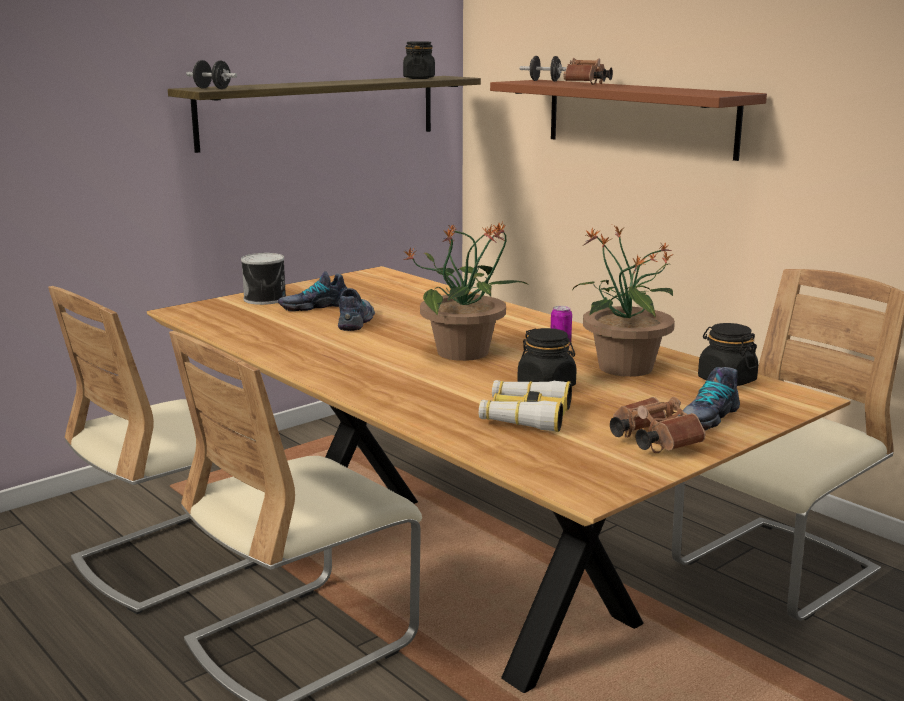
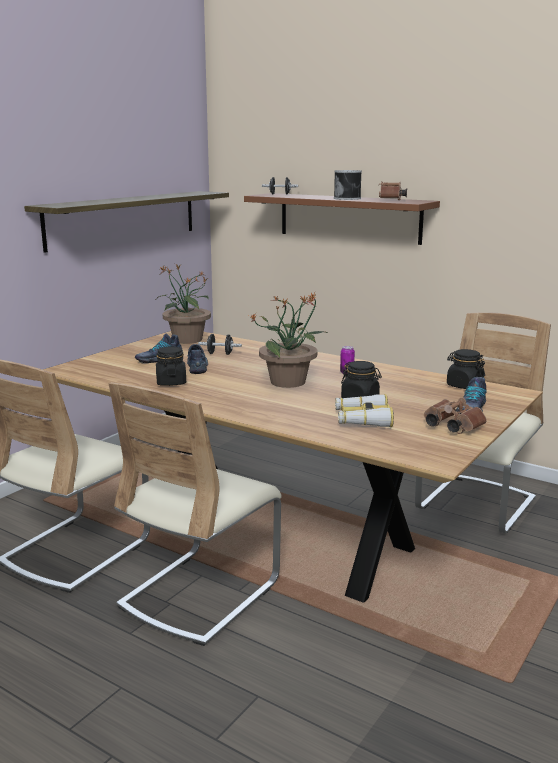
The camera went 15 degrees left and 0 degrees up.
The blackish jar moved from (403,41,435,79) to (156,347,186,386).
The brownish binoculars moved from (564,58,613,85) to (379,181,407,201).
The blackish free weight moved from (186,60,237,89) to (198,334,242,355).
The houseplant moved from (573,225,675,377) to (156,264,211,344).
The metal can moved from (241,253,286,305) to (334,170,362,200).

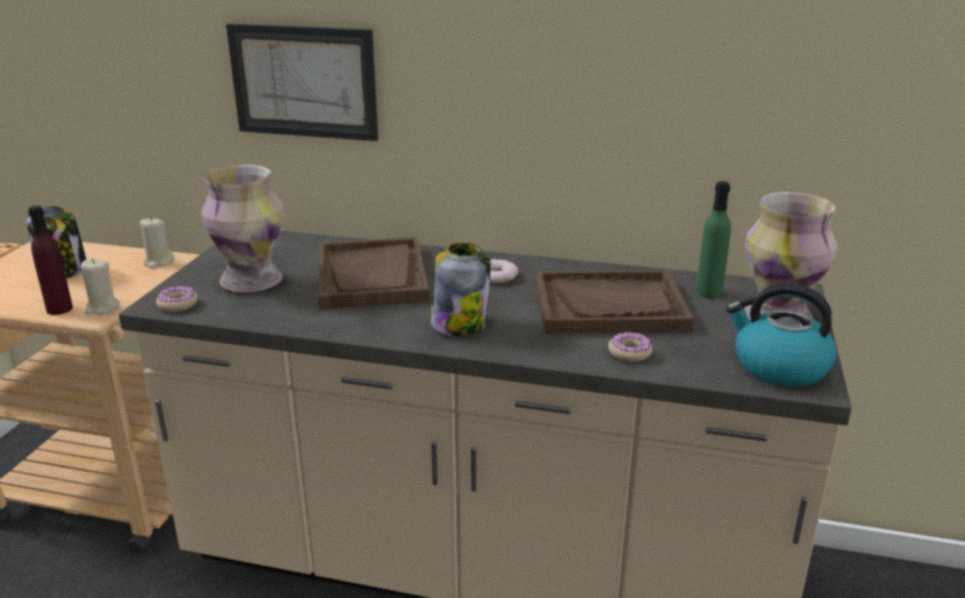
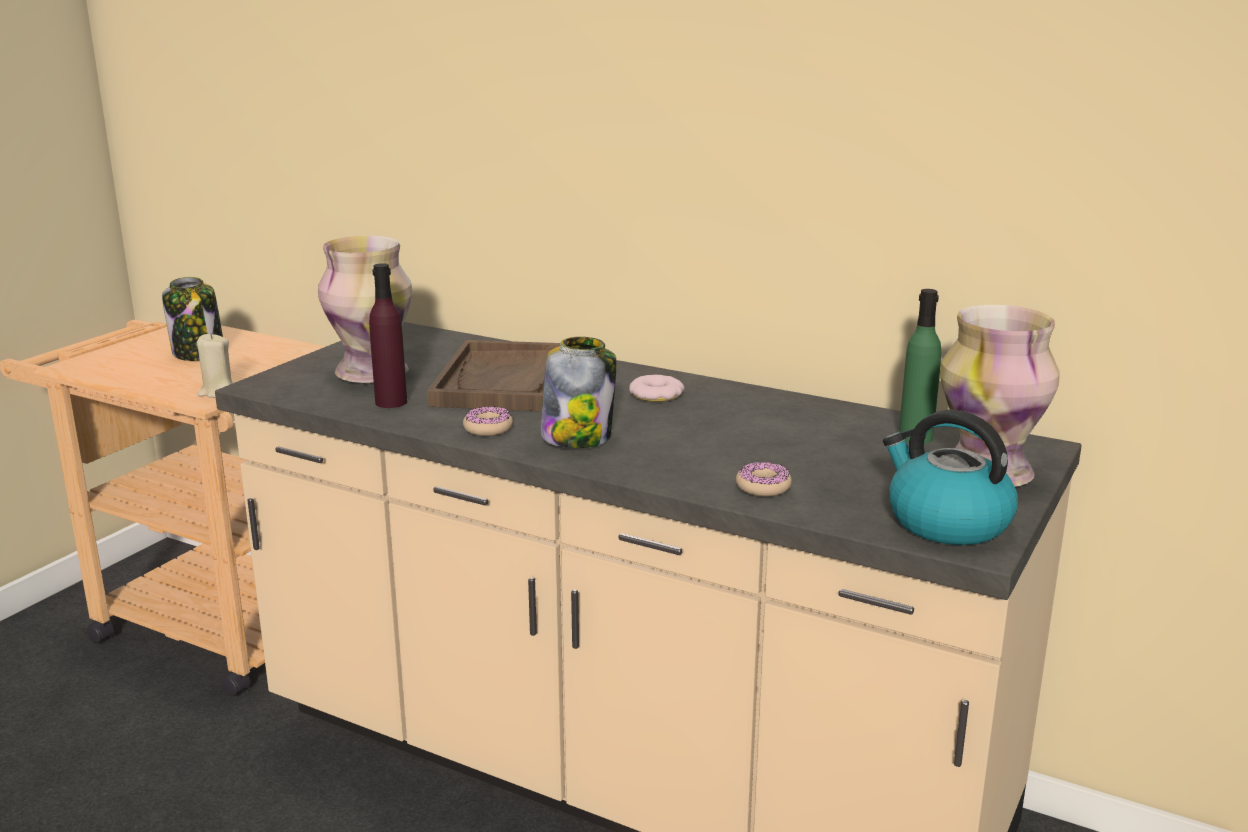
The camera went 15 degrees right and 5 degrees down.
The picture at (226,24,378,141) disappeared.
The purplish bottle moved from (28,205,73,315) to (369,263,407,408).
The beige-coloured wax light at (140,217,174,268) disappeared.
The brownish serving tray at (535,270,694,334) disappeared.
The doughnut moved from (156,286,198,312) to (463,406,513,436).

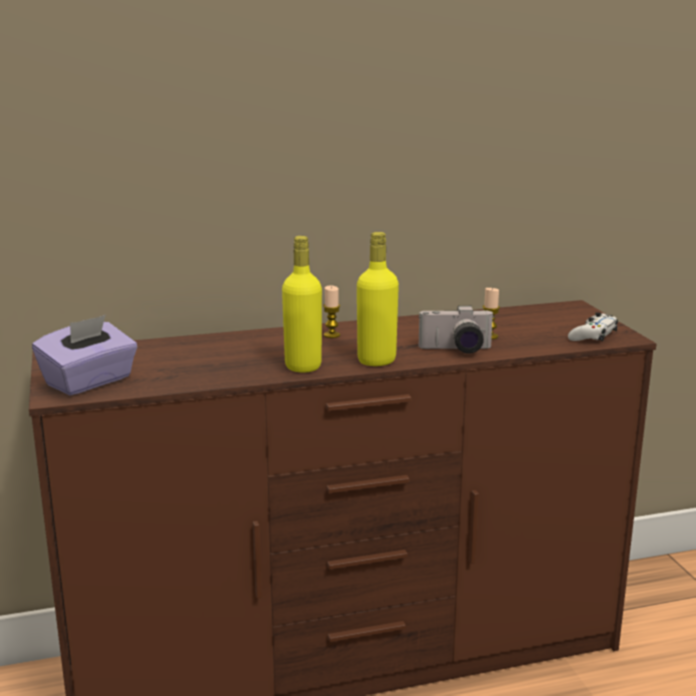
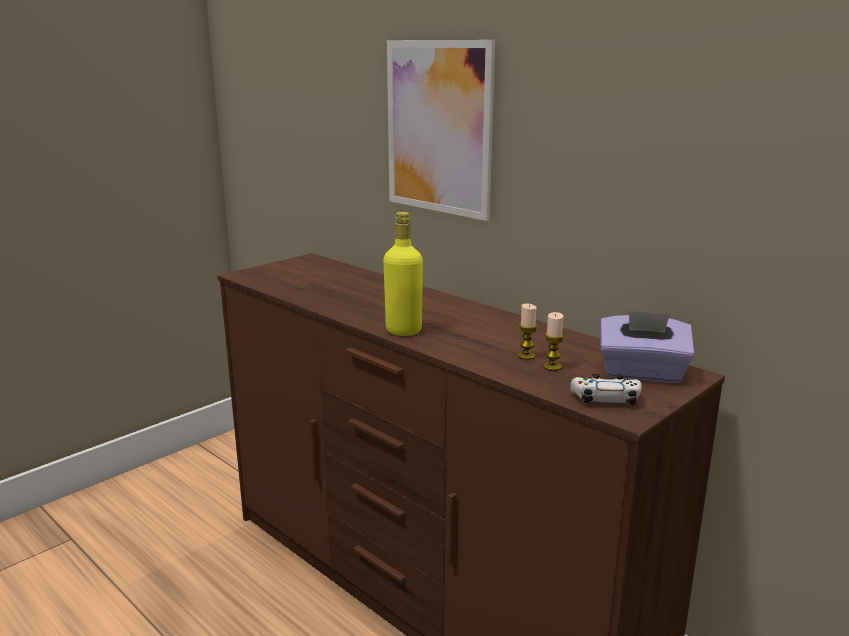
The camera went 60 degrees right and 0 degrees up.
The yellow-coloured bottle at (282,236,322,372) disappeared.
The wax light moved from (323,286,340,338) to (543,312,564,371).
The still camera at (418,306,495,354) disappeared.
The purplish tissue box moved from (32,315,137,395) to (600,310,695,383).
The picture at (387,40,495,221) appeared.

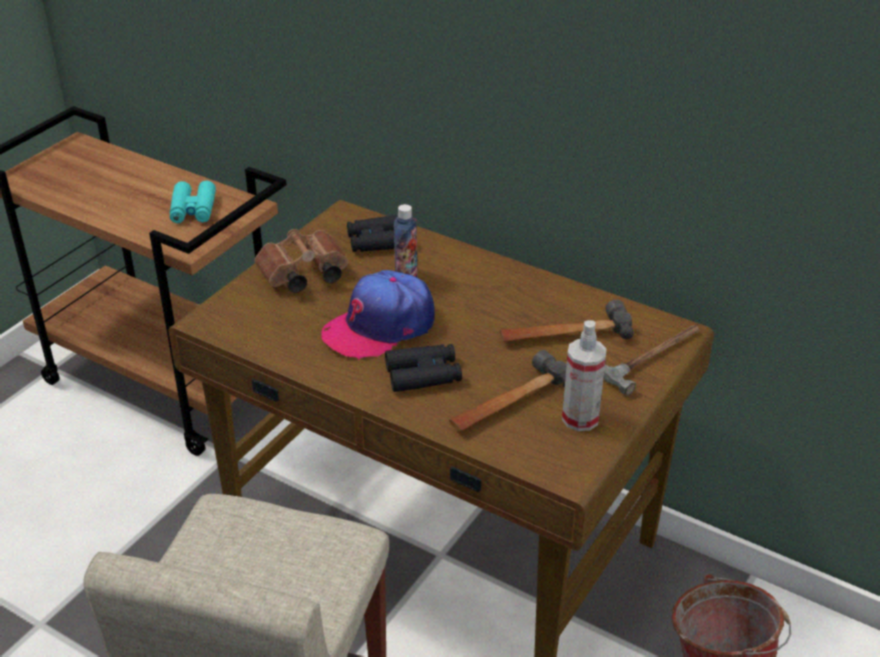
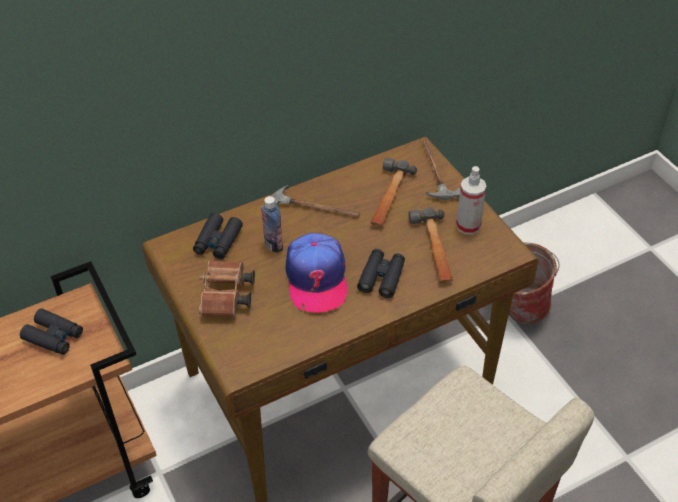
The camera went 60 degrees left and 10 degrees up.
The blue-green binoculars at (170,181,216,223) became the blackish binoculars at (20,309,83,355).
The tool hammer at (272,185,361,217) appeared.

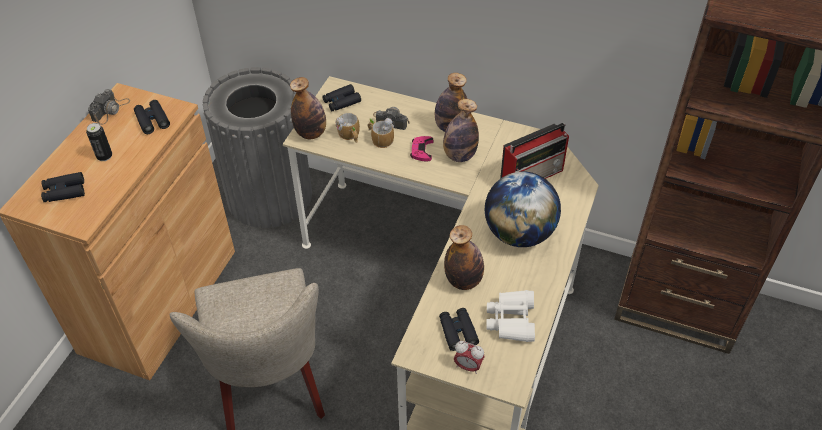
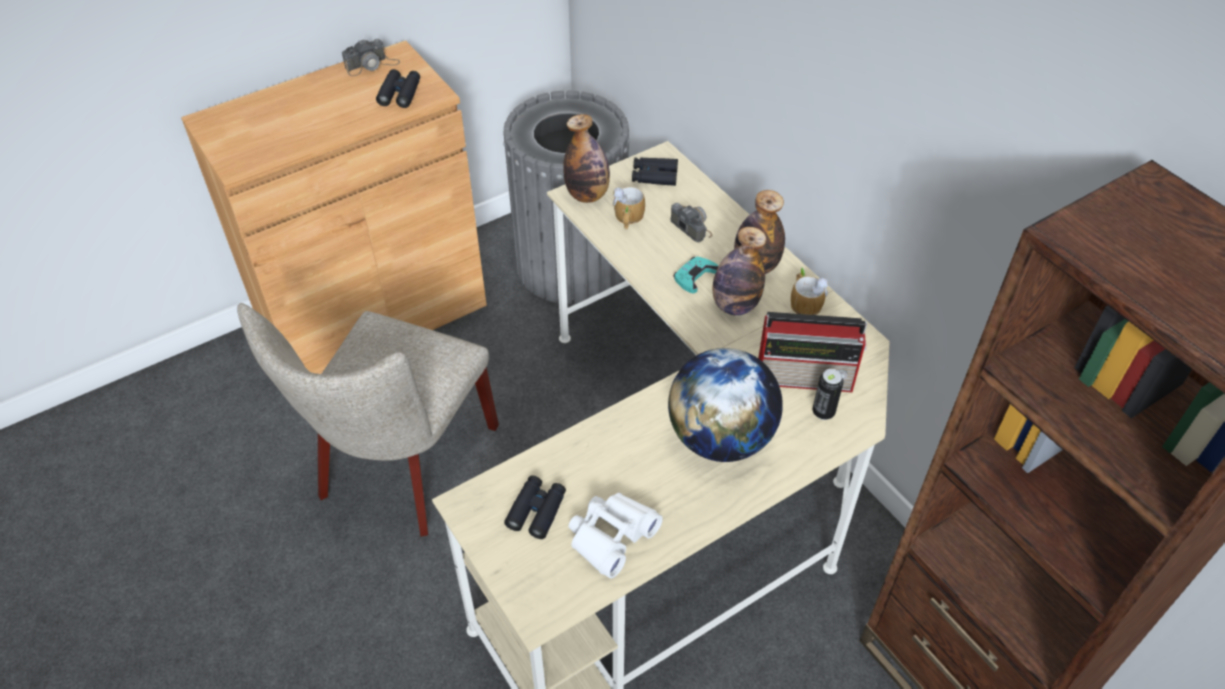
The camera went 35 degrees right and 0 degrees up.
The tea mug moved from (367,118,394,148) to (791,268,828,315).
The metal can moved from (86,123,112,161) to (813,369,844,420).
The pink-coloured gamepad at (410,136,433,161) became the blue-green gamepad at (674,256,719,293).
The blackish binoculars at (41,172,85,202) disappeared.
The bottle at (444,225,484,290) disappeared.
The alarm clock at (454,341,485,374) disappeared.

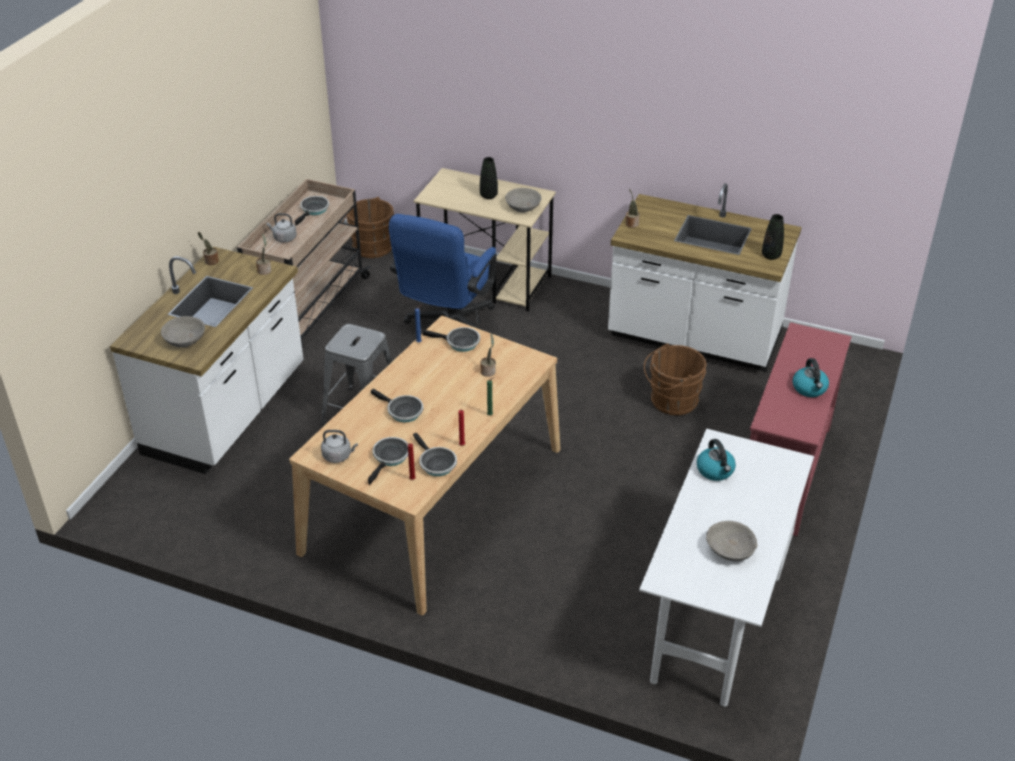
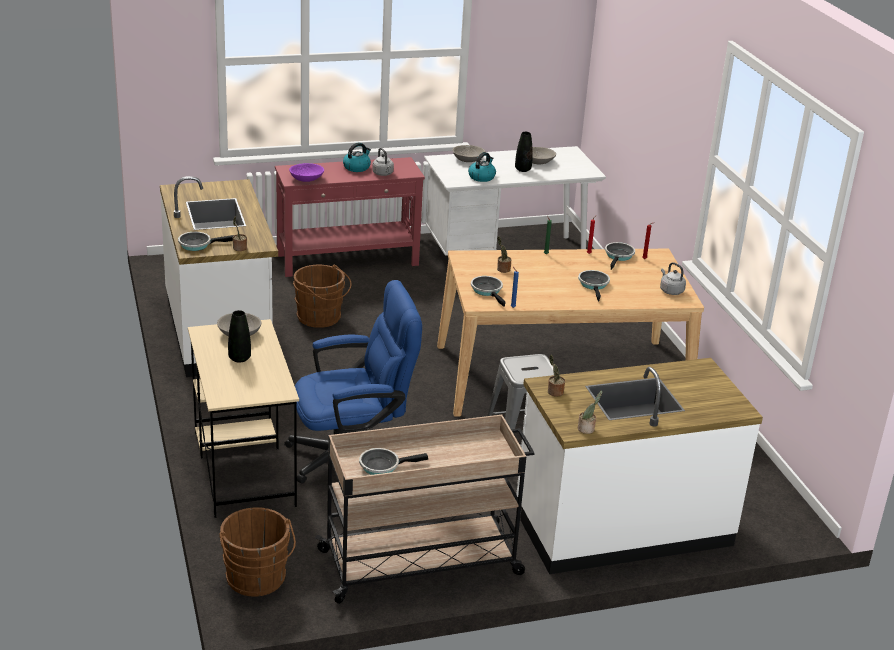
The camera went 130 degrees left and 10 degrees down.
The grey kettle moved from (266,213,297,243) to (372,148,394,176).
The blackish vase moved from (762,214,784,260) to (515,132,533,172).
The grey serving bowl moved from (161,316,205,348) to (452,145,486,162).
The pan moved from (368,437,408,485) to (178,232,234,251).
The purplish serving bowl at (289,163,324,182) appeared.

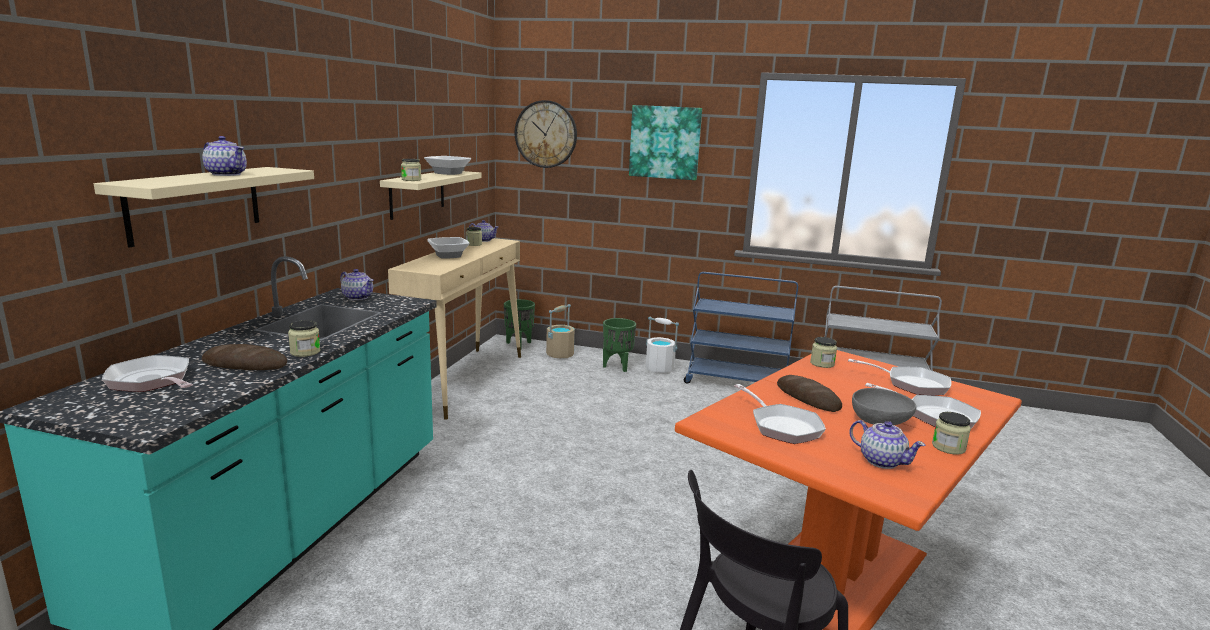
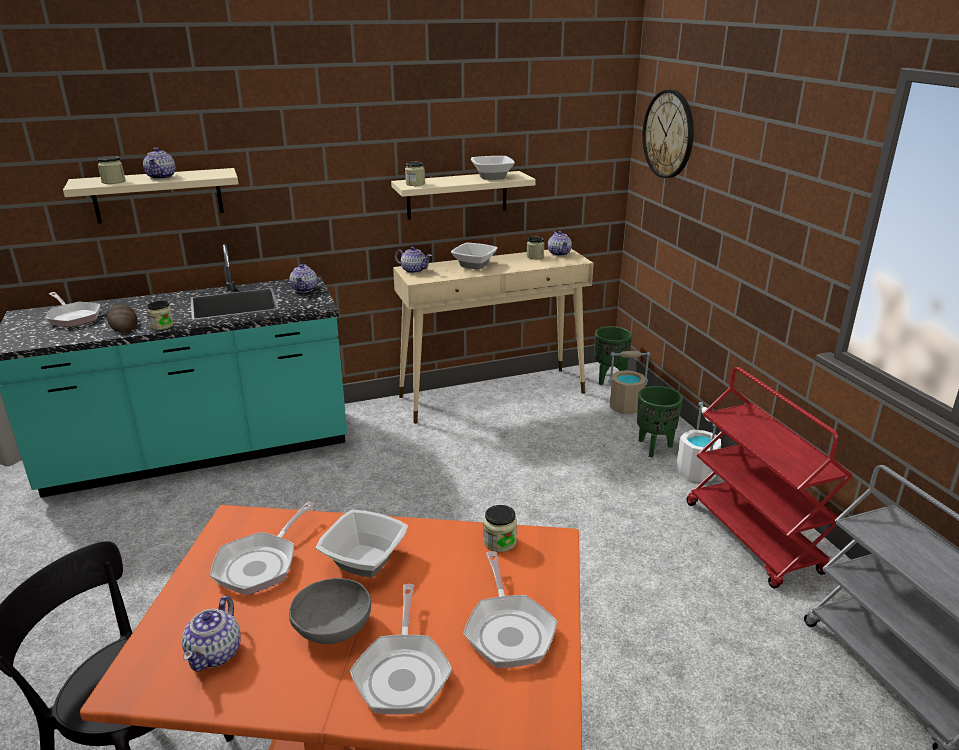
The camera went 55 degrees right and 10 degrees up.
The picture at (629,105,702,180) disappeared.
The blue-coloured wheeled cart at (684,272,798,384) became the red wheeled cart at (687,367,853,589).
The pan at (102,355,193,392) turned 135 degrees clockwise.
The bread at (777,375,842,412) was replaced by the serving bowl at (315,510,408,577).
The jar moved from (932,412,971,455) to (97,156,126,184).
The pot for tea at (395,247,432,273) appeared.

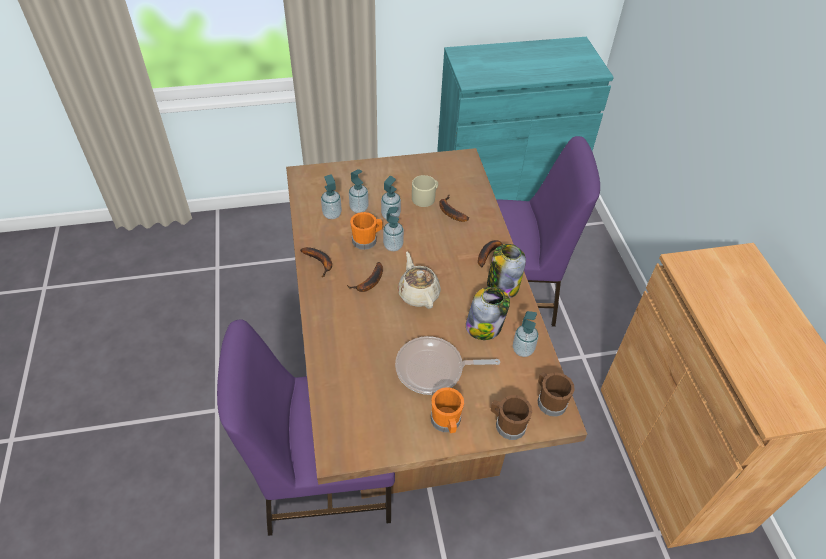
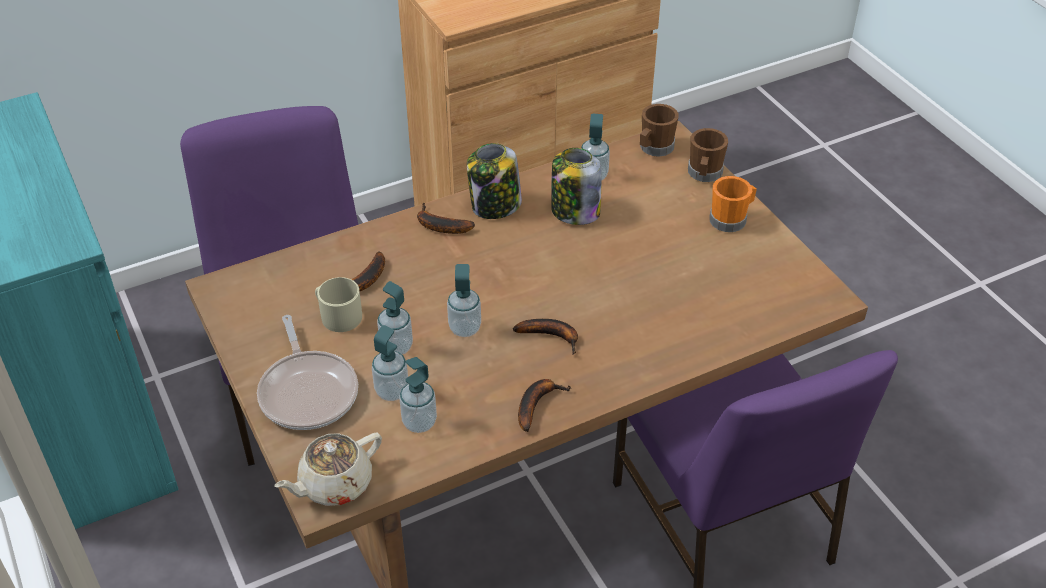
The camera went 105 degrees left and 5 degrees down.
The orange-coloured tea mug at (350,212,383,250) disappeared.
The beige-coloured pot for tea moved from (398,252,441,309) to (274,432,382,506).
The pan moved from (395,336,500,395) to (257,315,358,430).

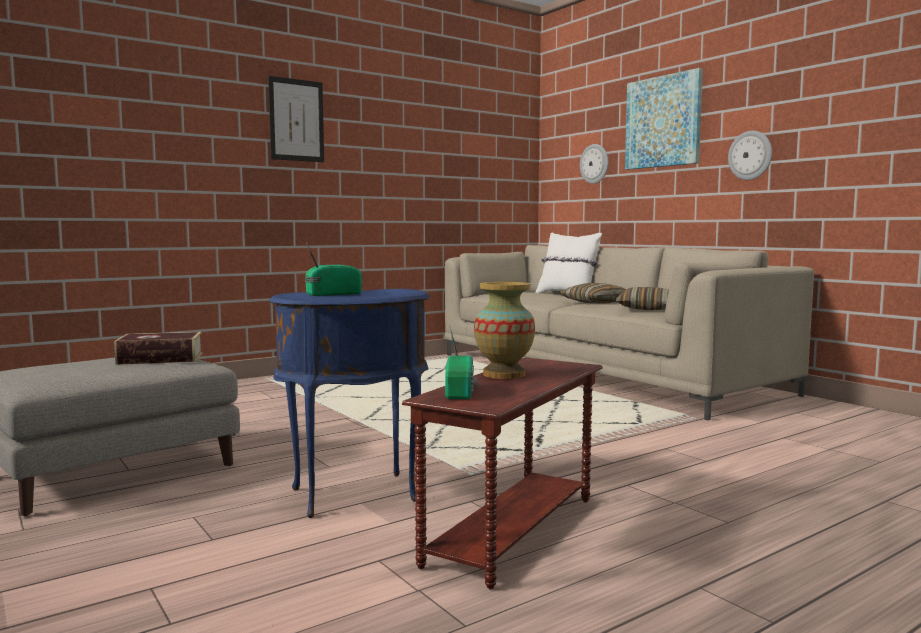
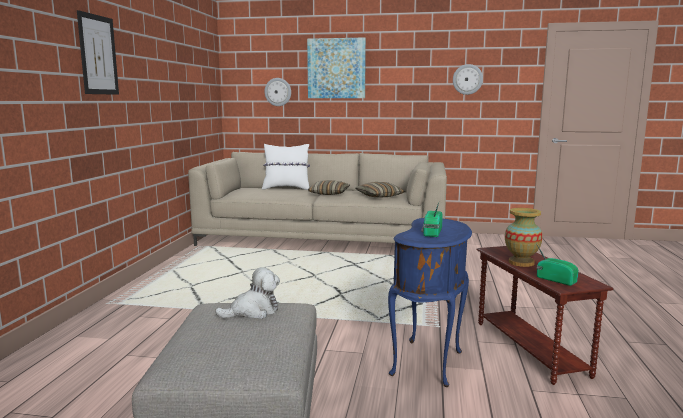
The camera went 45 degrees left and 5 degrees up.
The hanging clock moved from (728,131,772,180) to (453,64,483,95).
The bound book at (114,332,202,365) was replaced by the plush toy at (215,267,280,319).

